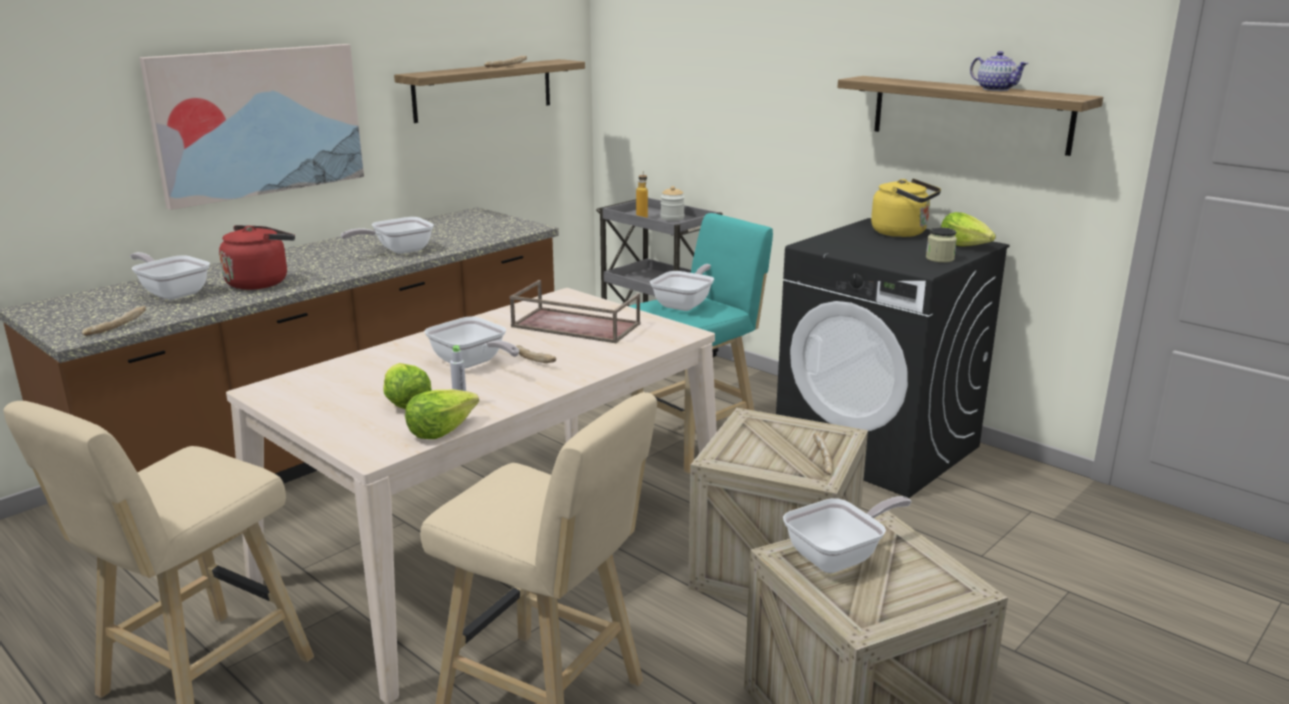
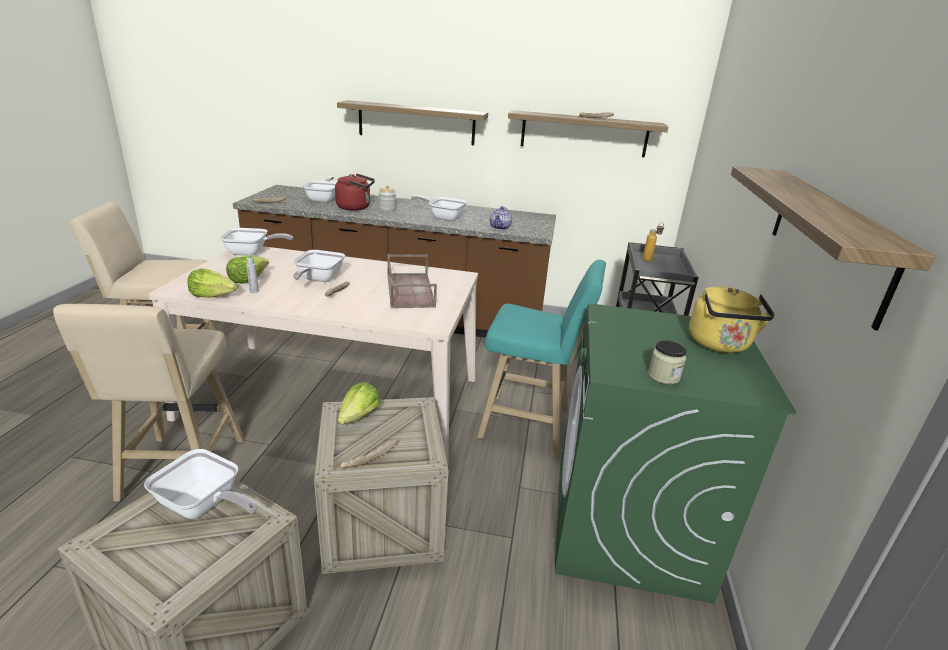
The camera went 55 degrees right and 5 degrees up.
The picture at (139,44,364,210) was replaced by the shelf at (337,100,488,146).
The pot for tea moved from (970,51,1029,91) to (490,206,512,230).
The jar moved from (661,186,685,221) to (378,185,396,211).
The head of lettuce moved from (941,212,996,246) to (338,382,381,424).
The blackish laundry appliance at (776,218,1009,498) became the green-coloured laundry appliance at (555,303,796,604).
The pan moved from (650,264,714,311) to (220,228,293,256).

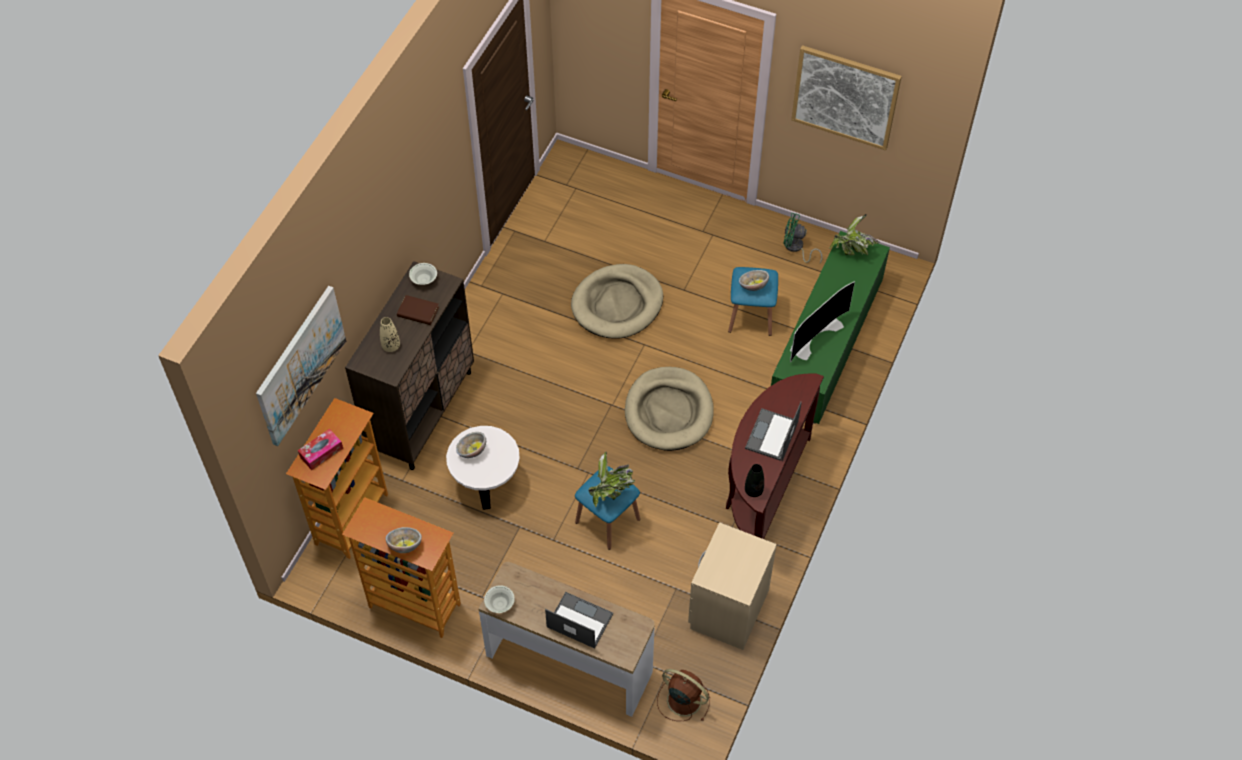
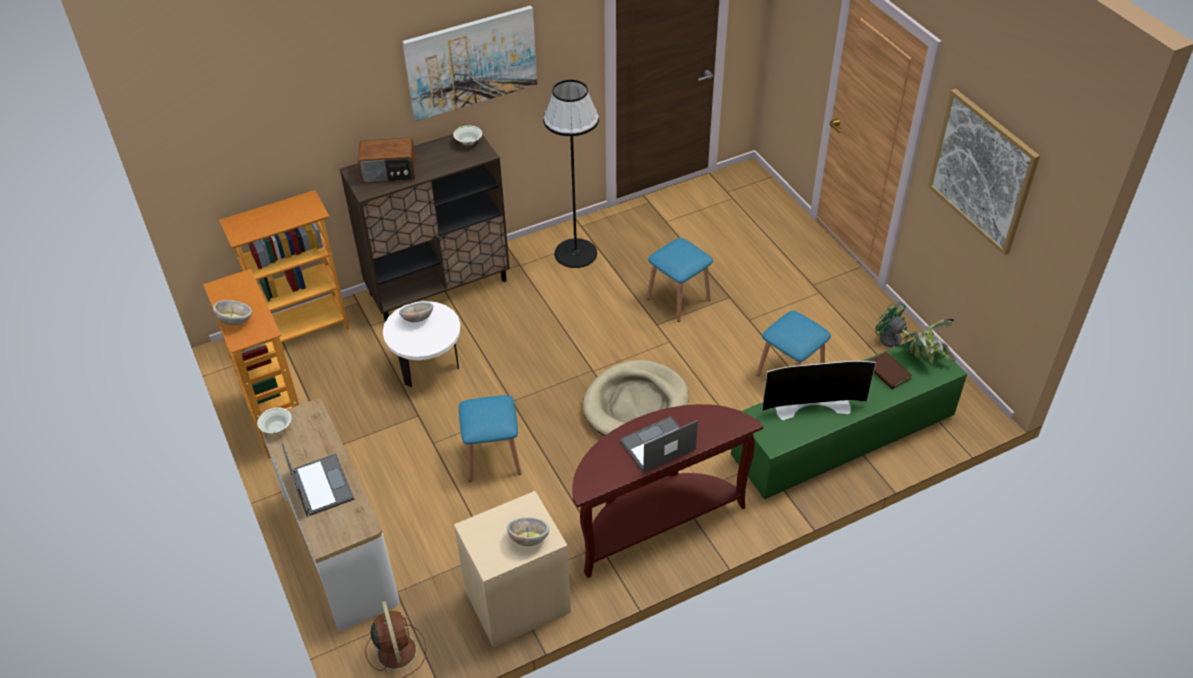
The camera went 40 degrees right and 10 degrees down.
The beige-coloured pet bed at (571,264,663,339) was replaced by the blue-coloured stool at (647,238,713,322).
The serving bowl moved from (739,270,769,291) to (507,517,549,546).
The picture moved from (256,286,346,446) to (402,6,537,121).
The brownish bound book moved from (397,295,439,325) to (868,351,912,389).
The beige-coloured vase at (380,317,400,352) was replaced by the radio at (358,138,416,184).
The tissue box at (298,429,343,470) disappeared.
The houseplant at (588,451,635,508) disappeared.
The blackish vase at (745,464,764,497) disappeared.
The blackish standard lamp at (543,80,599,268) appeared.

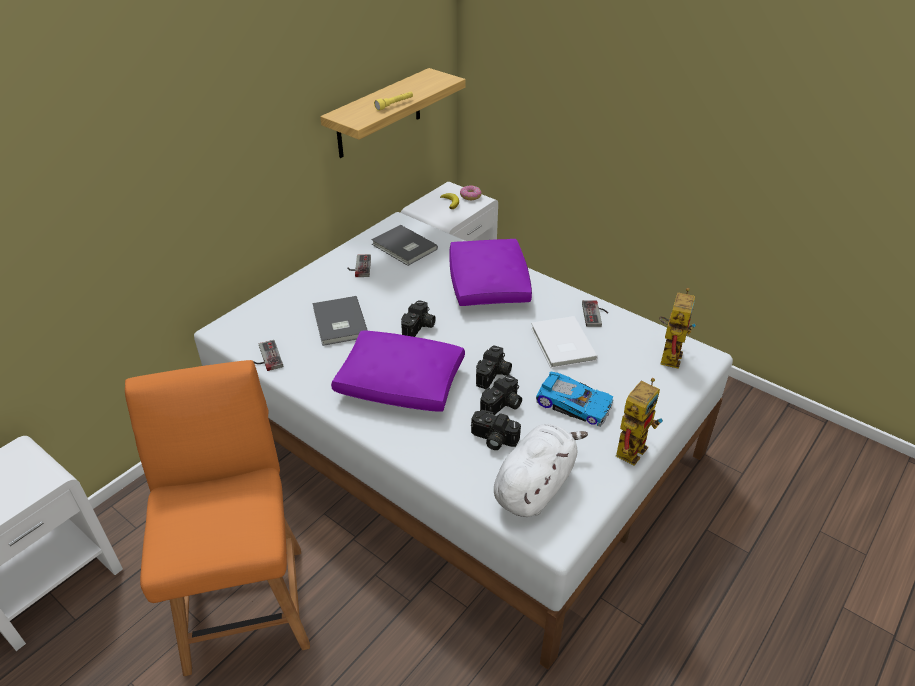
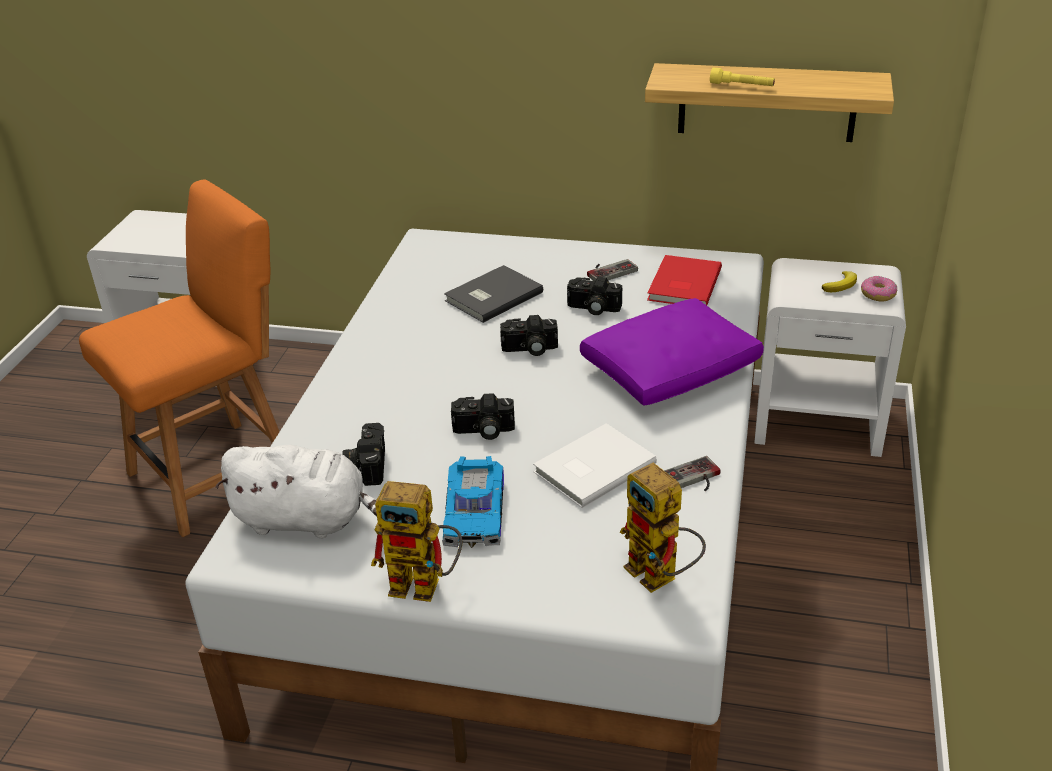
The camera went 65 degrees right and 5 degrees down.
The grey bound book at (371,225,438,266) became the red bound book at (647,255,722,305).
The robot figure at (659,288,696,369) turned 60 degrees clockwise.
The purplish cushion at (331,331,465,412) disappeared.
The gamepad at (254,340,283,371) disappeared.
The still camera moved from (480,375,522,415) to (567,277,622,315).

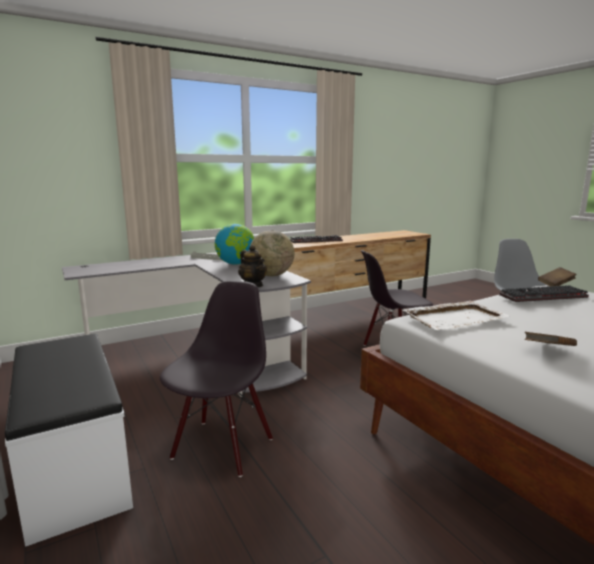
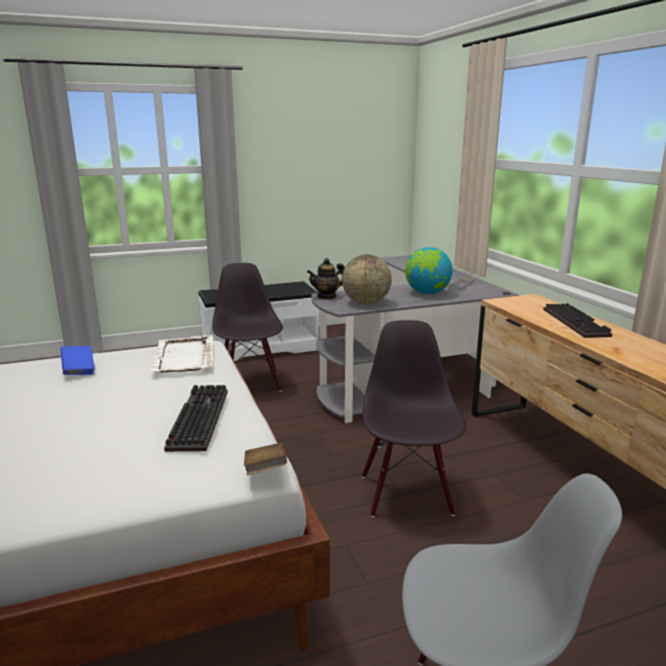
The camera went 100 degrees right and 5 degrees up.
The blackish chair at (160,280,273,477) turned 135 degrees counterclockwise.
The brownish bound book at (525,332,577,346) became the blue-coloured bound book at (60,346,95,375).

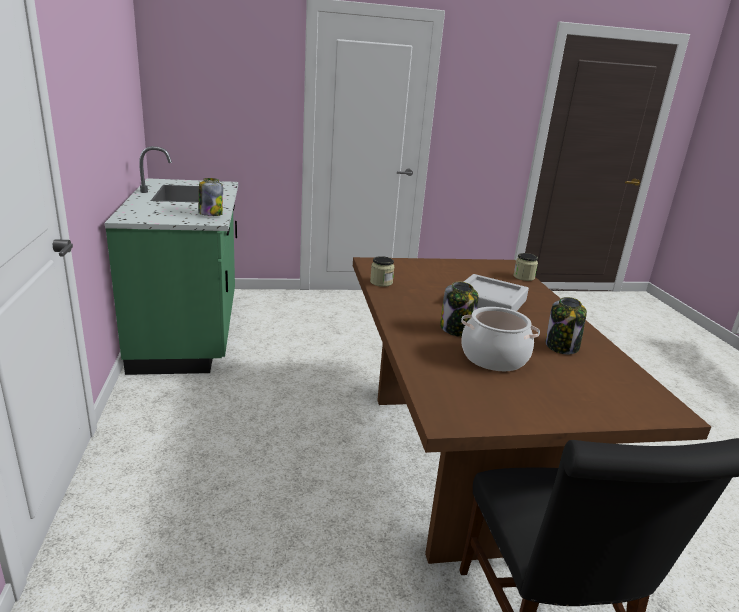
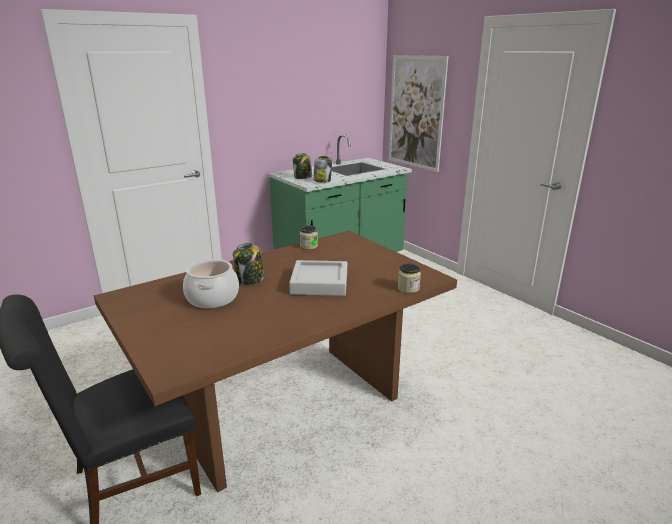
The camera went 65 degrees right and 0 degrees up.
The jar moved from (546,297,587,354) to (293,153,312,179).
The picture at (389,55,448,172) appeared.

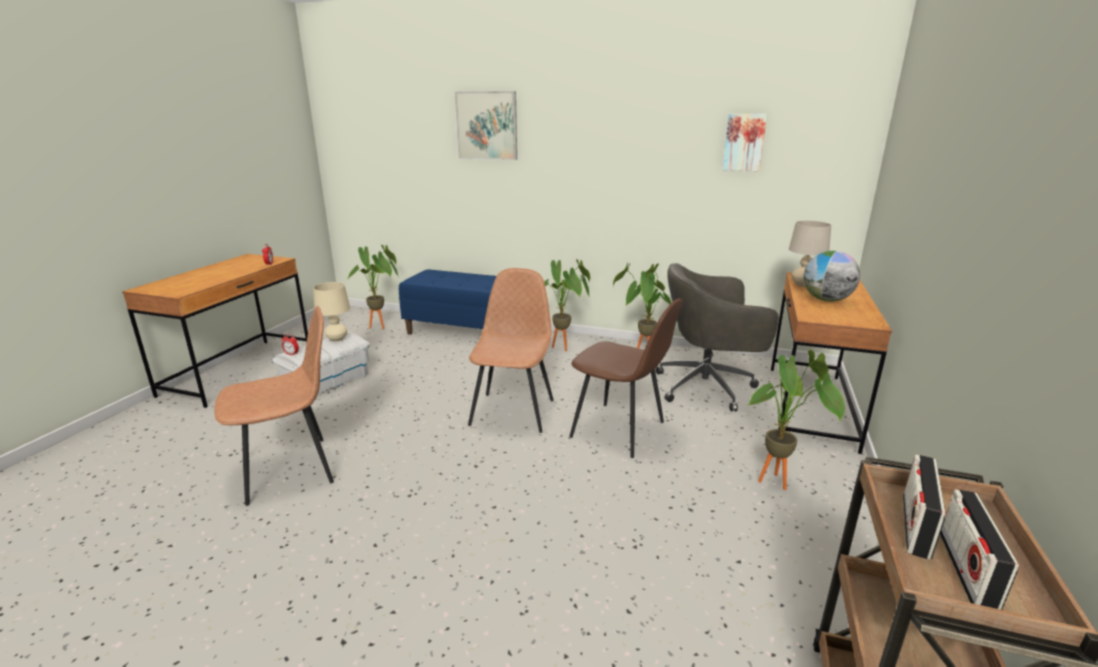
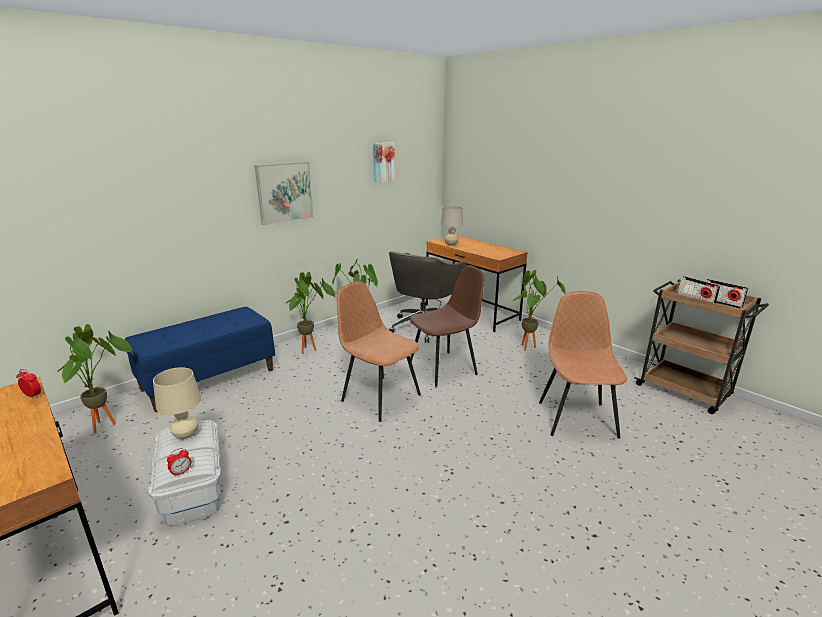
The camera went 60 degrees left and 0 degrees up.
The picture moved from (455,91,517,160) to (255,162,314,225).
The world globe at (803,251,860,302) disappeared.
The brownish chair moved from (214,306,334,506) to (539,291,627,439).

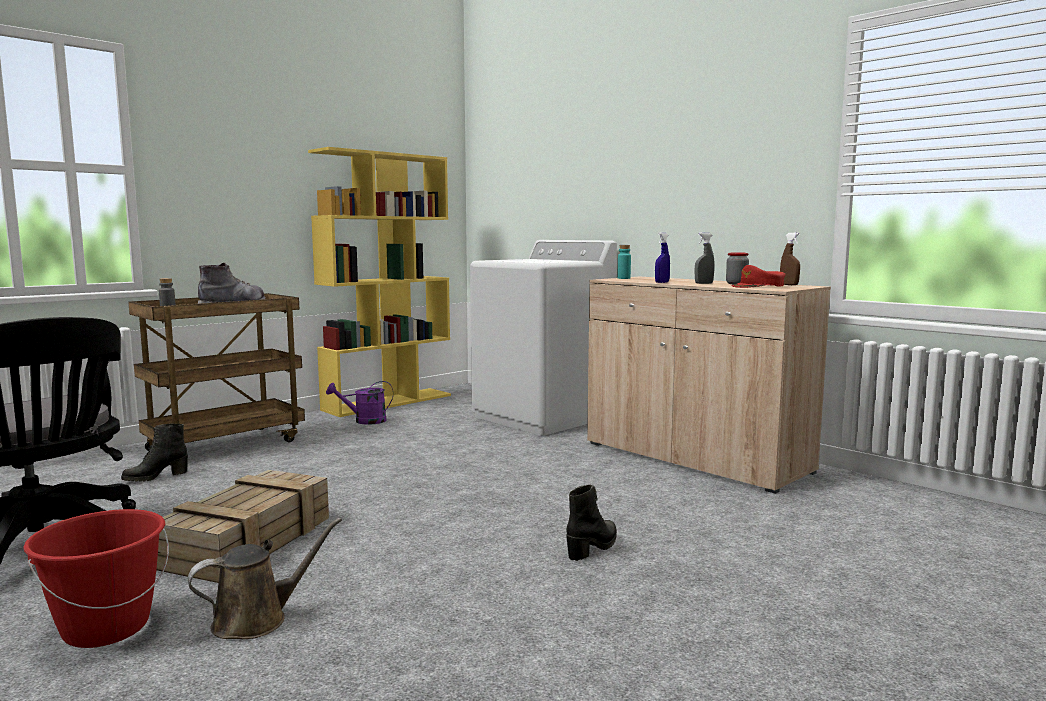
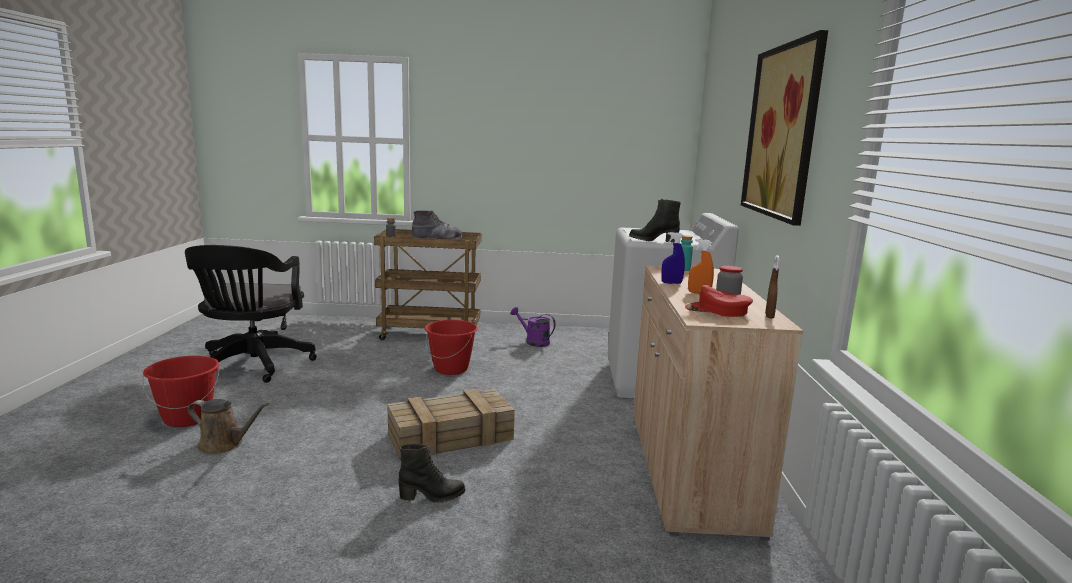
The camera went 45 degrees right and 5 degrees up.
The yellow-coloured shelving unit at (308,147,451,417) disappeared.
The grey sprayer at (694,233,715,284) became the orange-coloured sprayer at (688,239,714,294).
The blackish high-top boot moved from (121,424,188,482) to (629,199,681,243).
The shipping crate moved from (156,470,329,583) to (387,389,515,460).
The picture at (741,30,828,226) appeared.
The red bucket at (425,320,478,375) appeared.

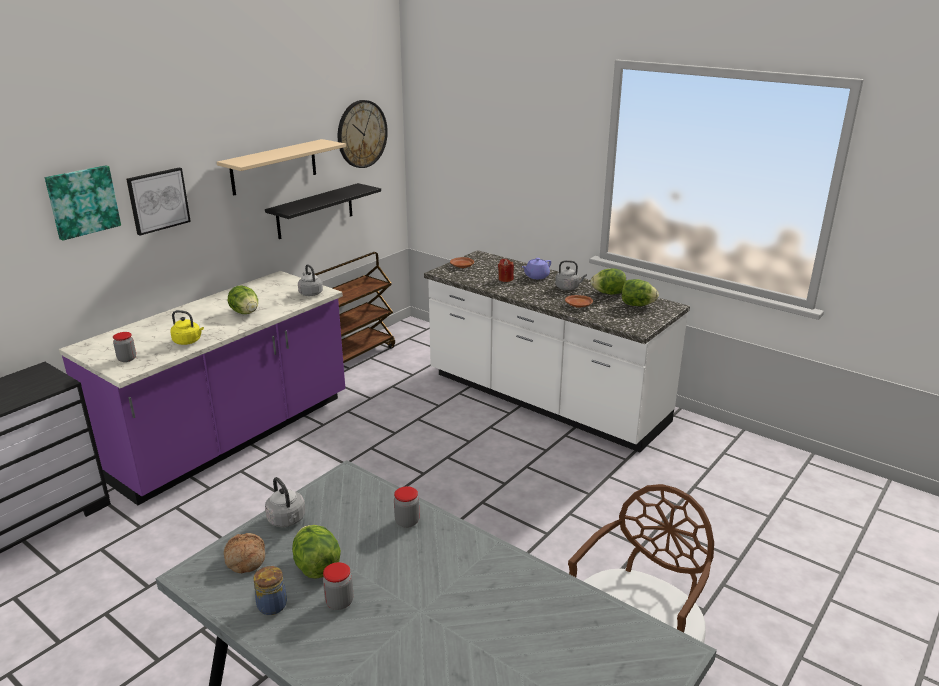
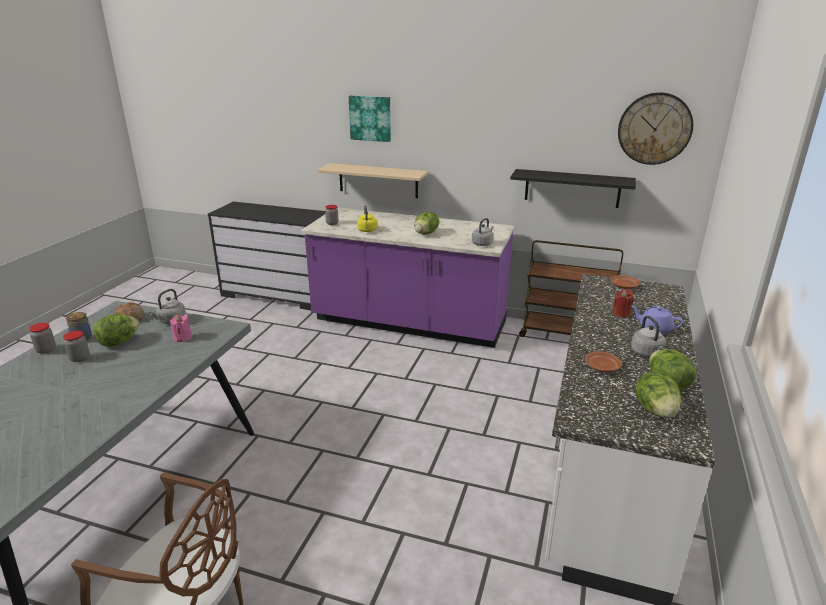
The camera went 70 degrees right and 0 degrees up.
The beige-coloured shelf moved from (217,139,346,196) to (317,163,428,198).
The picture at (126,168,191,235) disappeared.
The jar moved from (394,486,419,528) to (29,323,56,354).
The pink-coloured wax light at (170,314,192,342) appeared.

